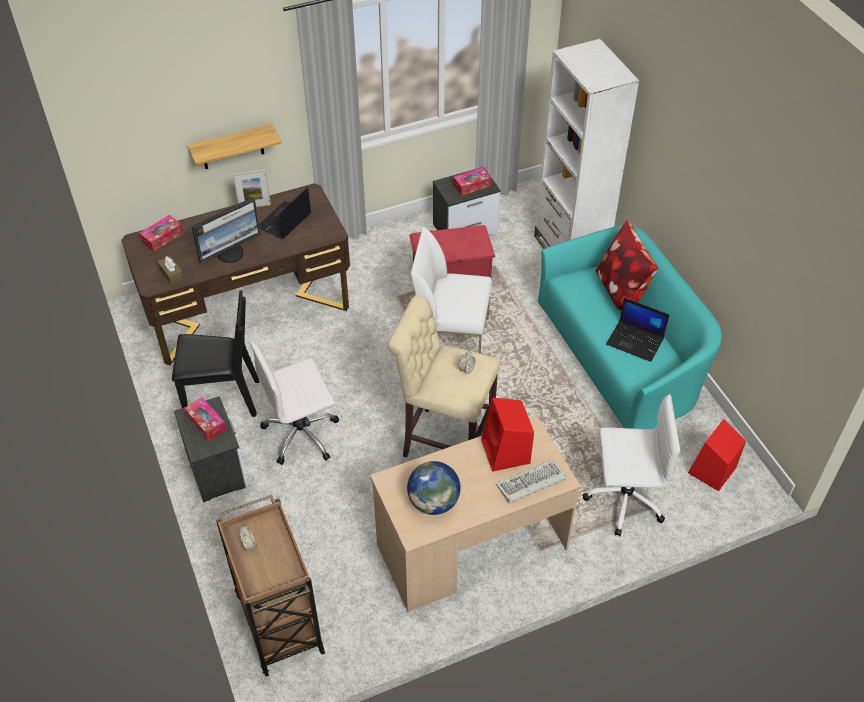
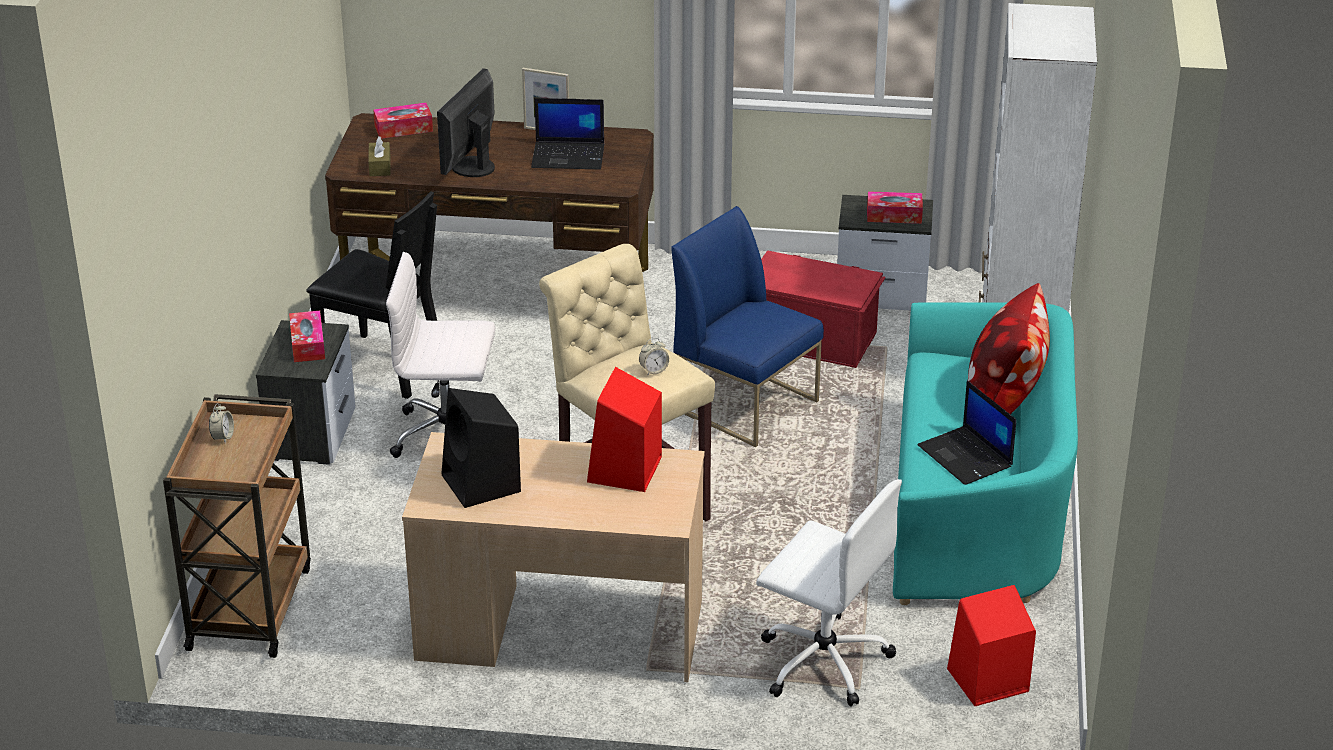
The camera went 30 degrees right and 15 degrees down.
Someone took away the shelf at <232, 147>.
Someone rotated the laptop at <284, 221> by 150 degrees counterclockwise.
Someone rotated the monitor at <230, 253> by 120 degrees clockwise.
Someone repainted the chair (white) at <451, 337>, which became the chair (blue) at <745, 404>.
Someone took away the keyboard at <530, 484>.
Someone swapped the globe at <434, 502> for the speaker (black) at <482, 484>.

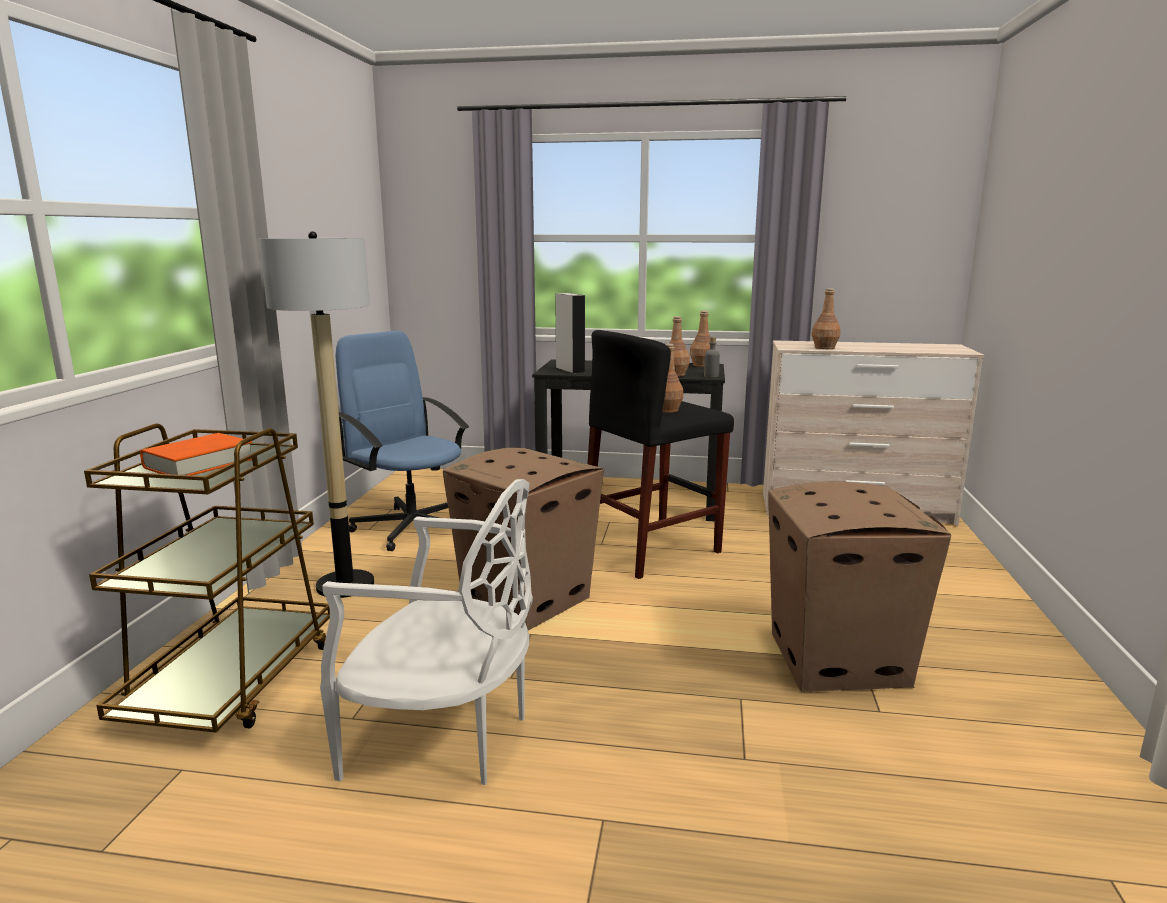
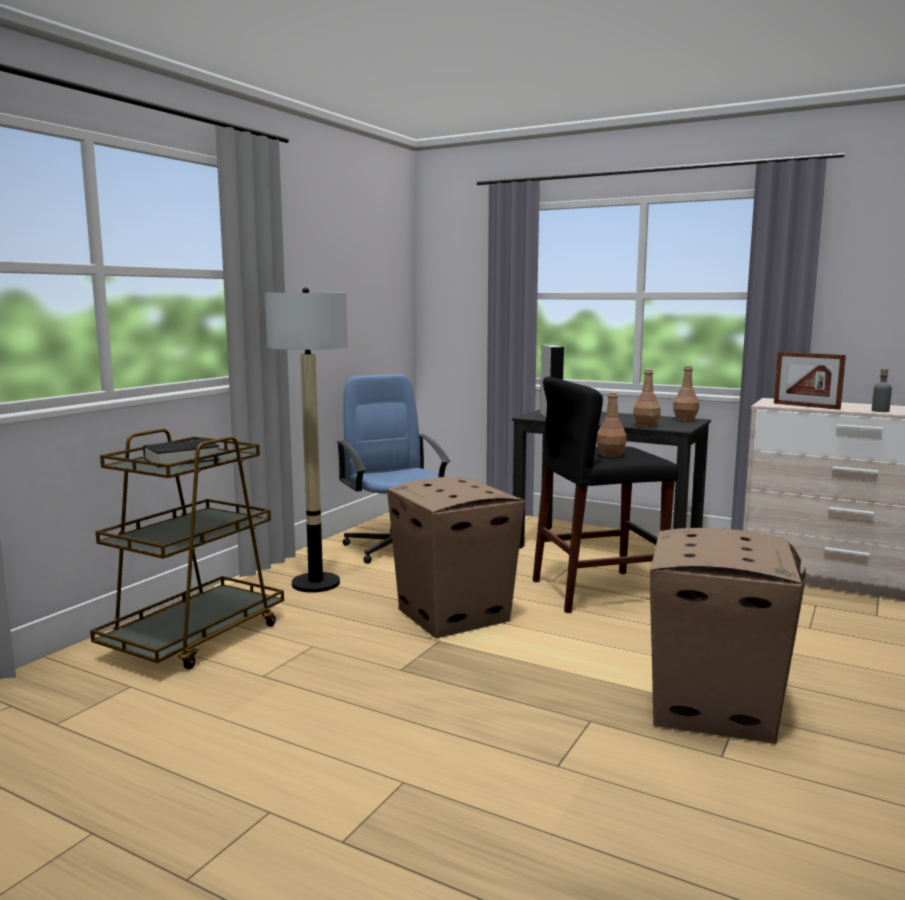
The camera went 20 degrees right and 5 degrees down.
Someone swapped the bottle (brown) at <825, 348> for the picture frame at <806, 406>.
Someone carried the bottle (grey) from <711, 376> to <880, 411>.
Someone repainted the book (orange) at <199, 463>, which became the book (black) at <182, 459>.
Someone took away the chair (white) at <444, 738>.

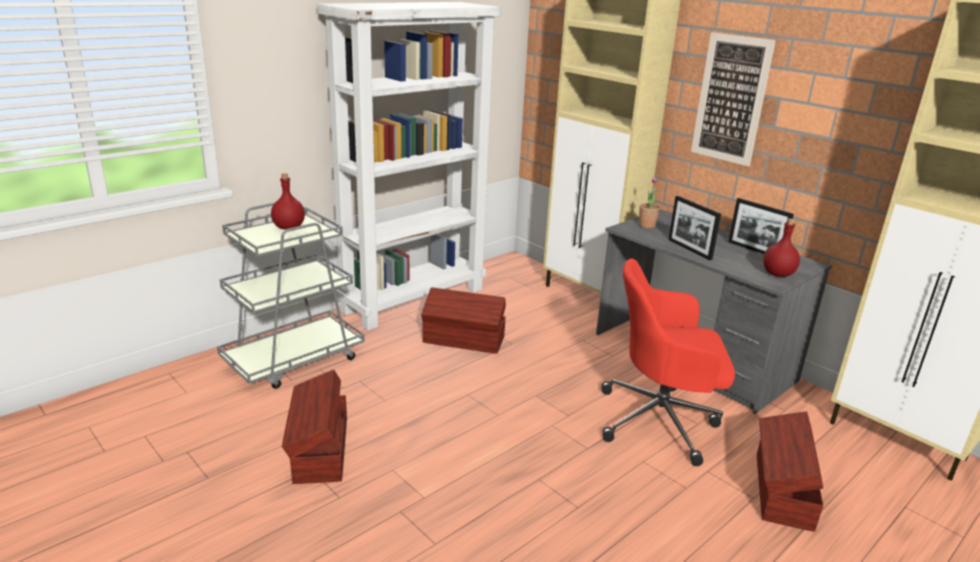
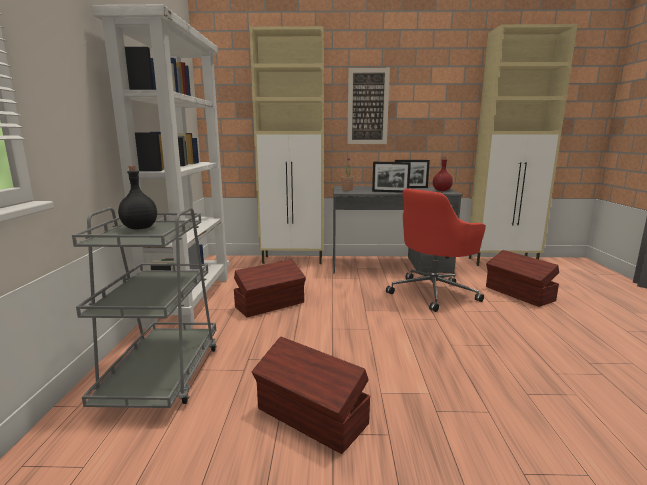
The camera went 45 degrees left and 10 degrees down.
Someone repainted the bottle (red) at <288, 227>, which became the bottle (black) at <139, 228>.

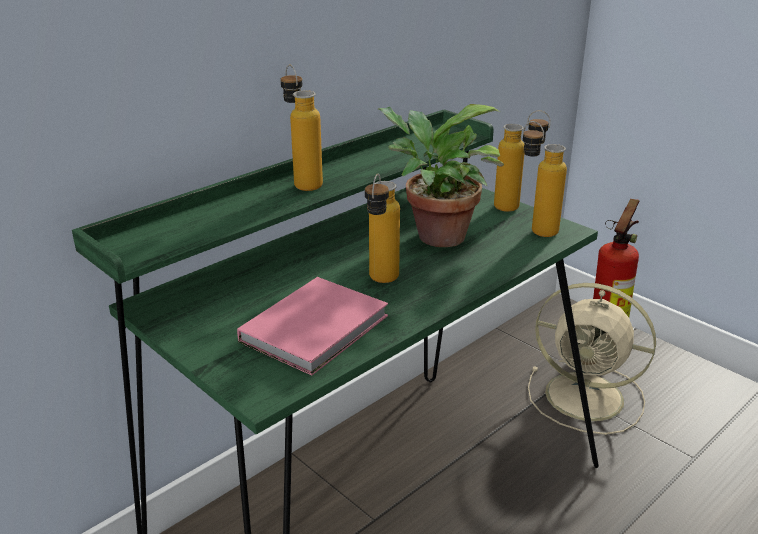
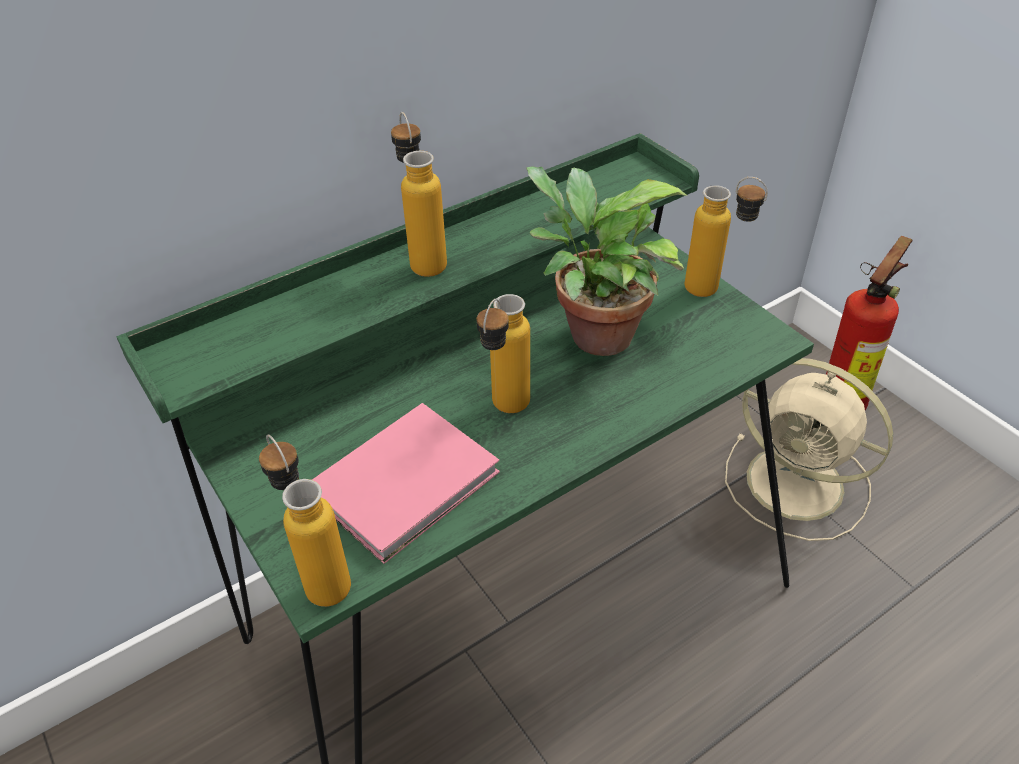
The camera went 10 degrees right and 15 degrees up.
Someone carried the bottle from <535, 228> to <319, 575>.

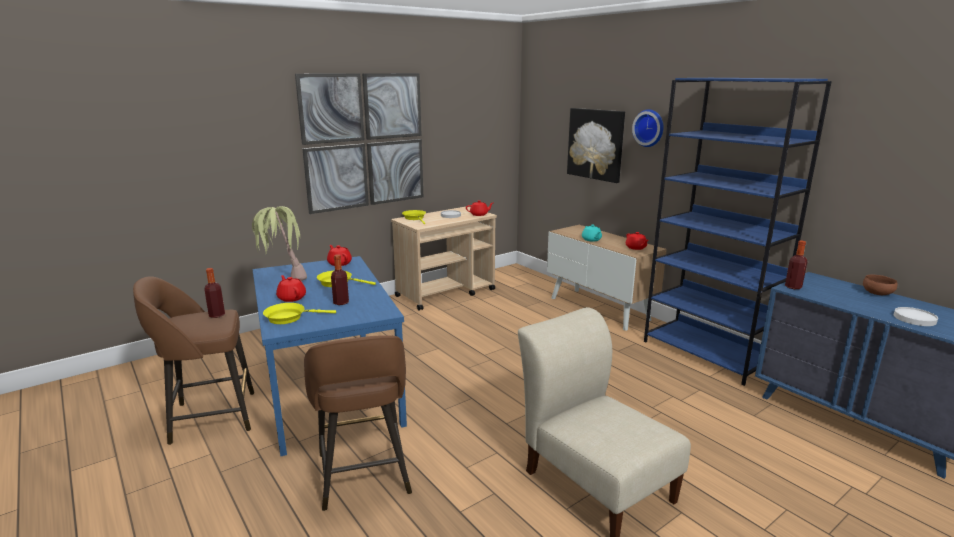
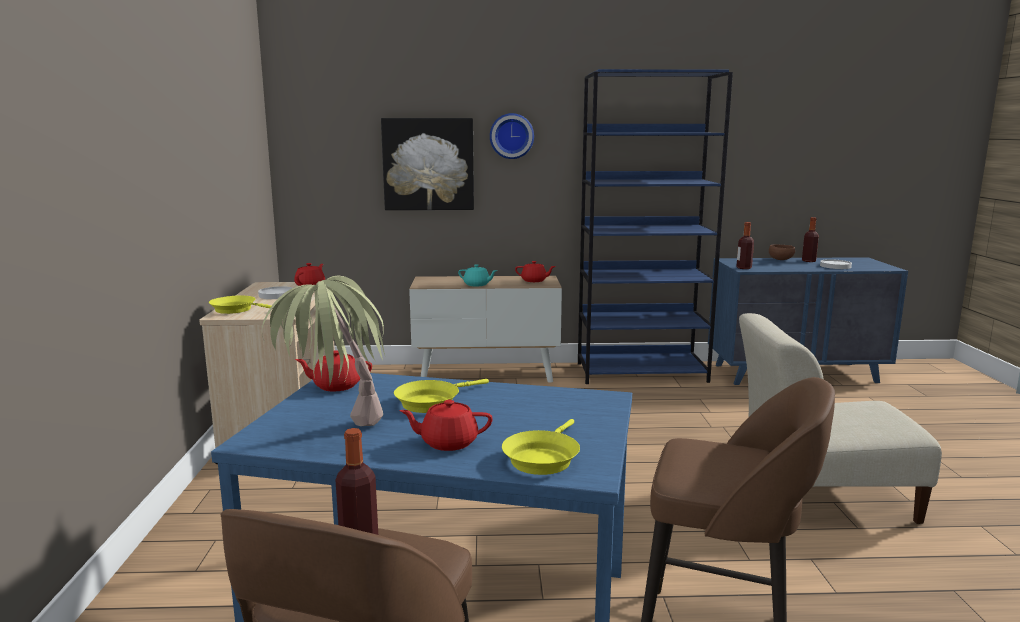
The camera went 55 degrees left and 5 degrees down.
Someone took away the picture at <364, 141>.
Someone carried the bottle from <341, 302> to <808, 261>.

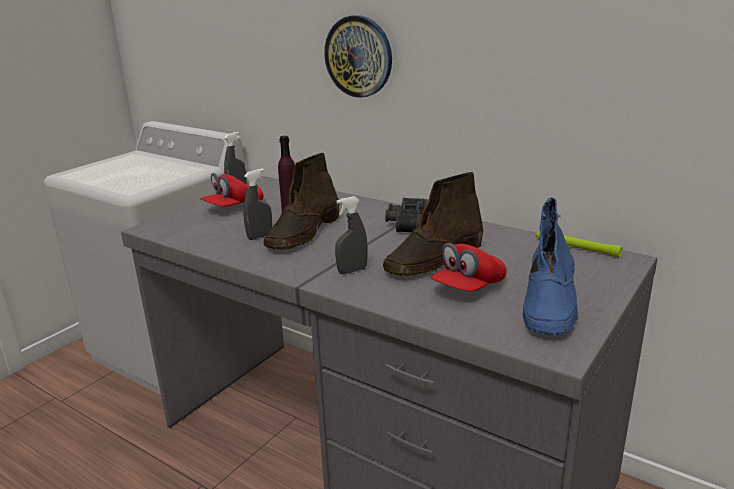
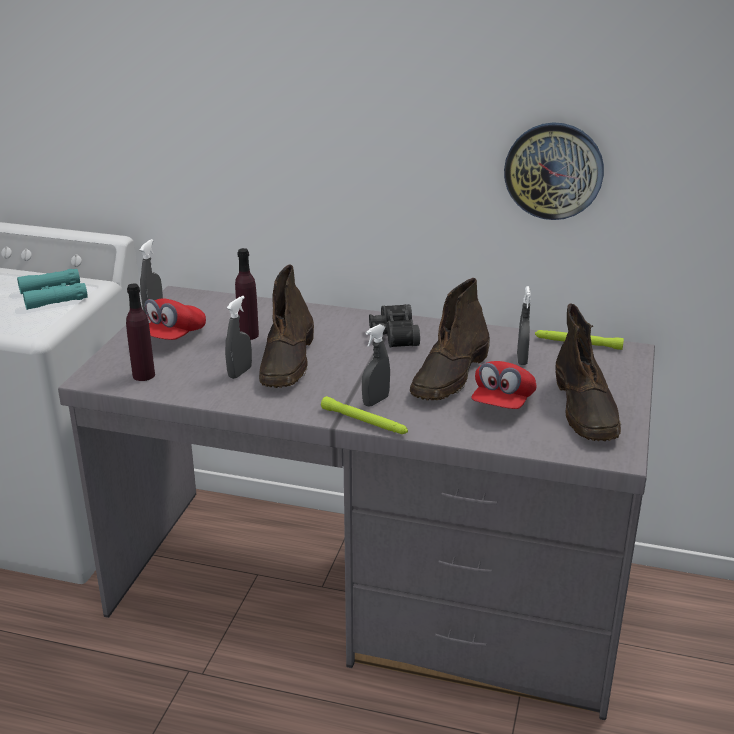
The camera went 20 degrees left and 5 degrees up.
Someone carried the wall clock from <359, 56> to <553, 171>.
Someone repainted the boot (blue) at <550, 304>, which became the boot (brown) at <585, 410>.
Someone put down the binoculars (turquoise) at <53, 296>.
Someone put down the bottle (purple) at <143, 375>.
Someone put down the spray bottle (grey) at <522, 359>.
Someone put down the flashlight (green) at <364, 422>.

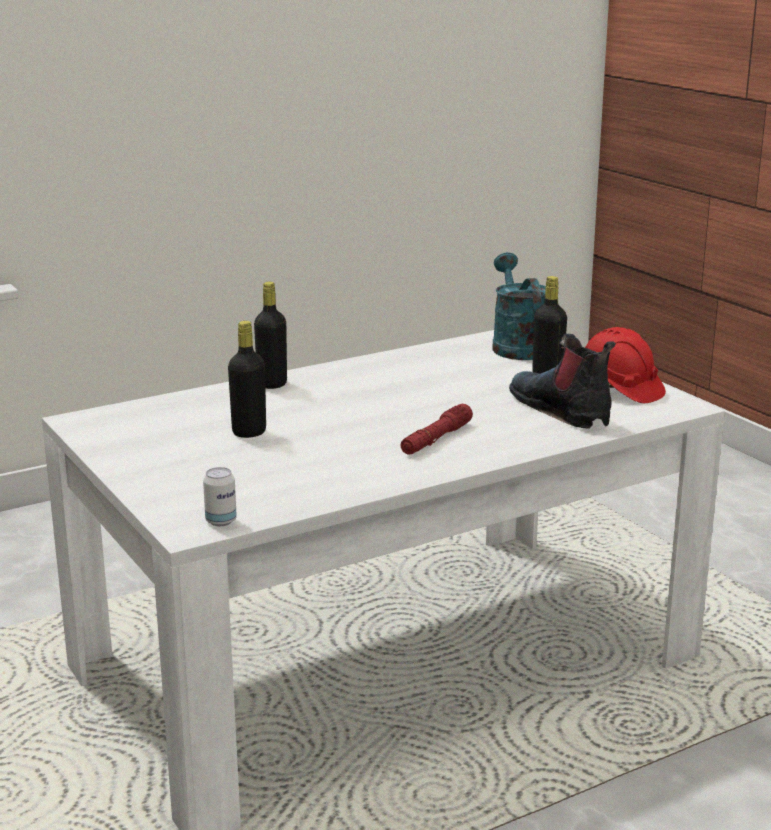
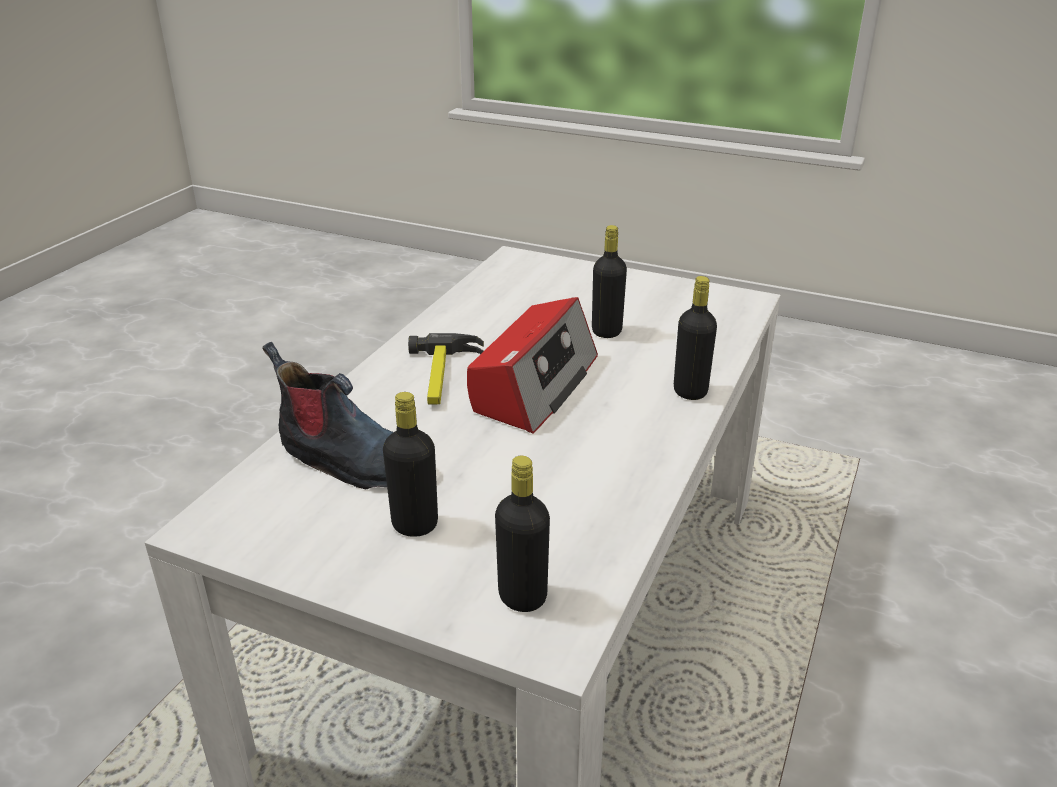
The camera went 145 degrees right and 10 degrees up.
Someone swapped the watering can (turquoise) at <517, 346> for the bottle (black) at <522, 597>.
Someone took away the hard hat (red) at <619, 389>.
Someone swapped the flashlight (red) at <436, 439> for the hammer at <444, 376>.
Someone took away the can at <221, 521>.
Someone put down the radio at <534, 385>.

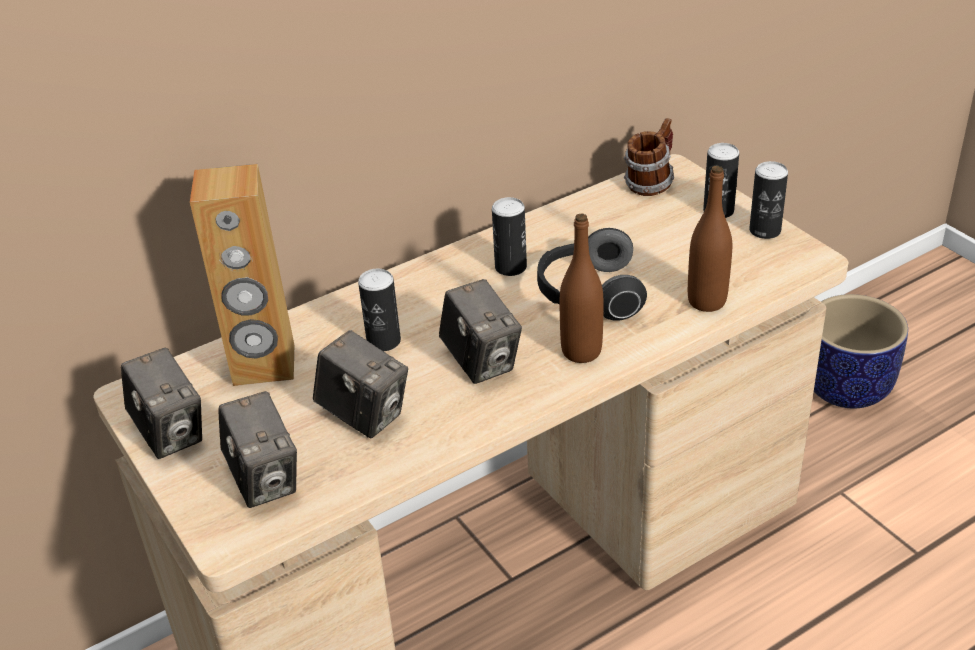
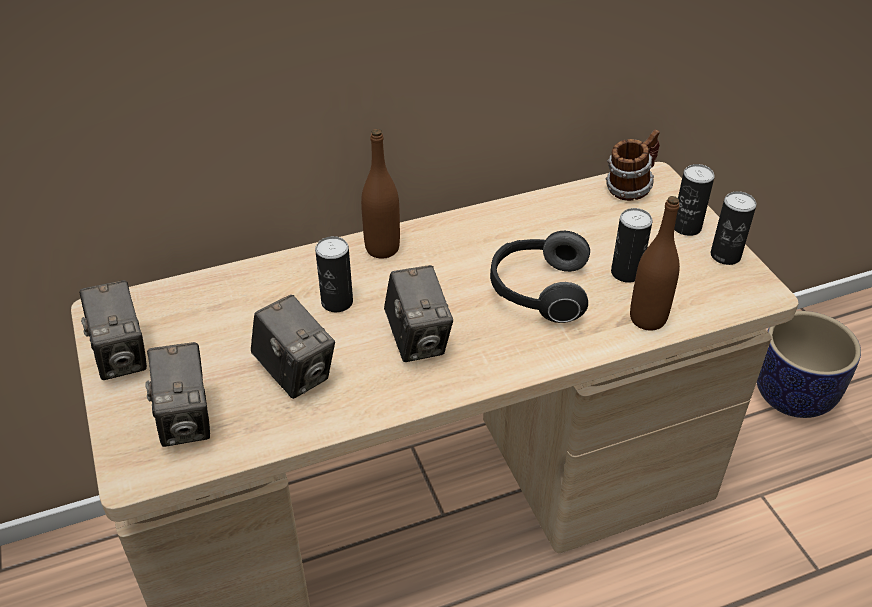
The camera went 10 degrees right and 5 degrees up.
Someone took away the speaker (brown) at <264, 365>.
Someone carried the can from <510, 267> to <626, 273>.
Someone carried the bottle (brown) from <581, 351> to <382, 248>.

